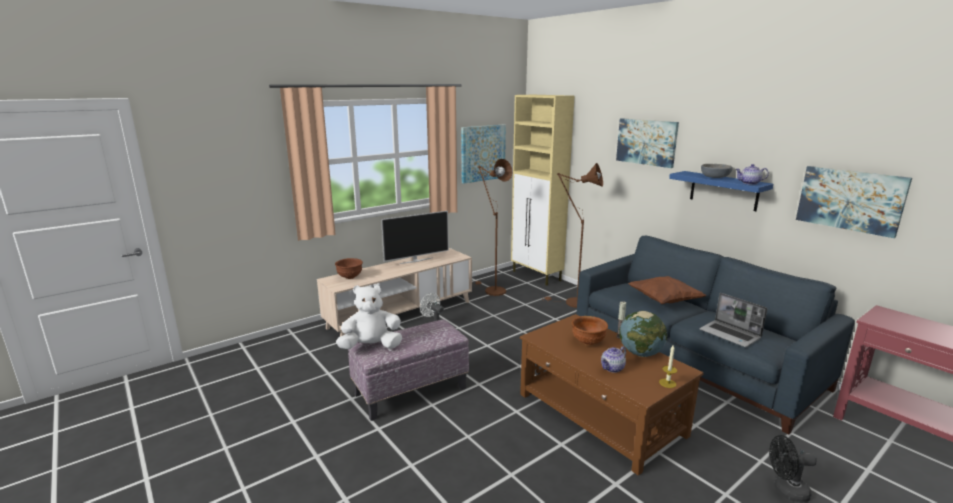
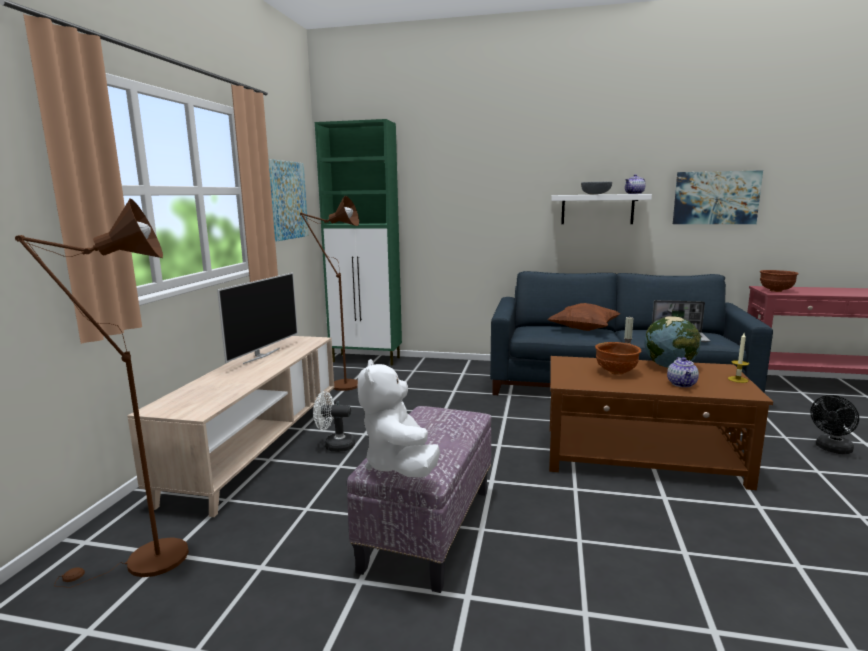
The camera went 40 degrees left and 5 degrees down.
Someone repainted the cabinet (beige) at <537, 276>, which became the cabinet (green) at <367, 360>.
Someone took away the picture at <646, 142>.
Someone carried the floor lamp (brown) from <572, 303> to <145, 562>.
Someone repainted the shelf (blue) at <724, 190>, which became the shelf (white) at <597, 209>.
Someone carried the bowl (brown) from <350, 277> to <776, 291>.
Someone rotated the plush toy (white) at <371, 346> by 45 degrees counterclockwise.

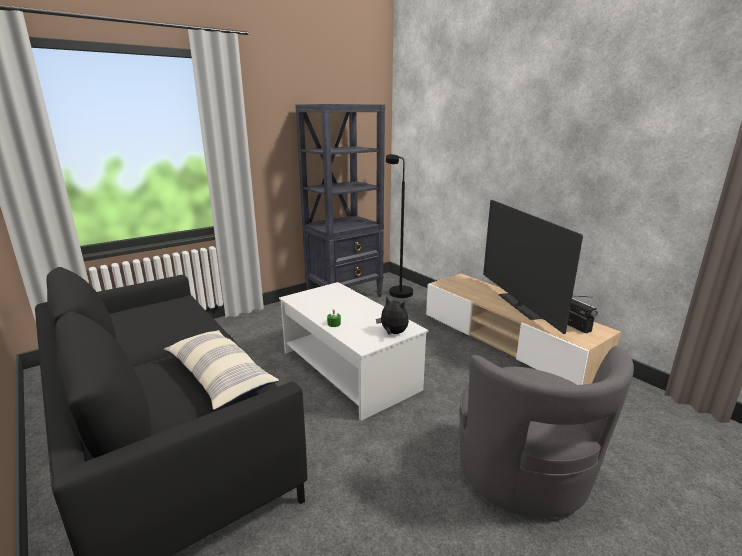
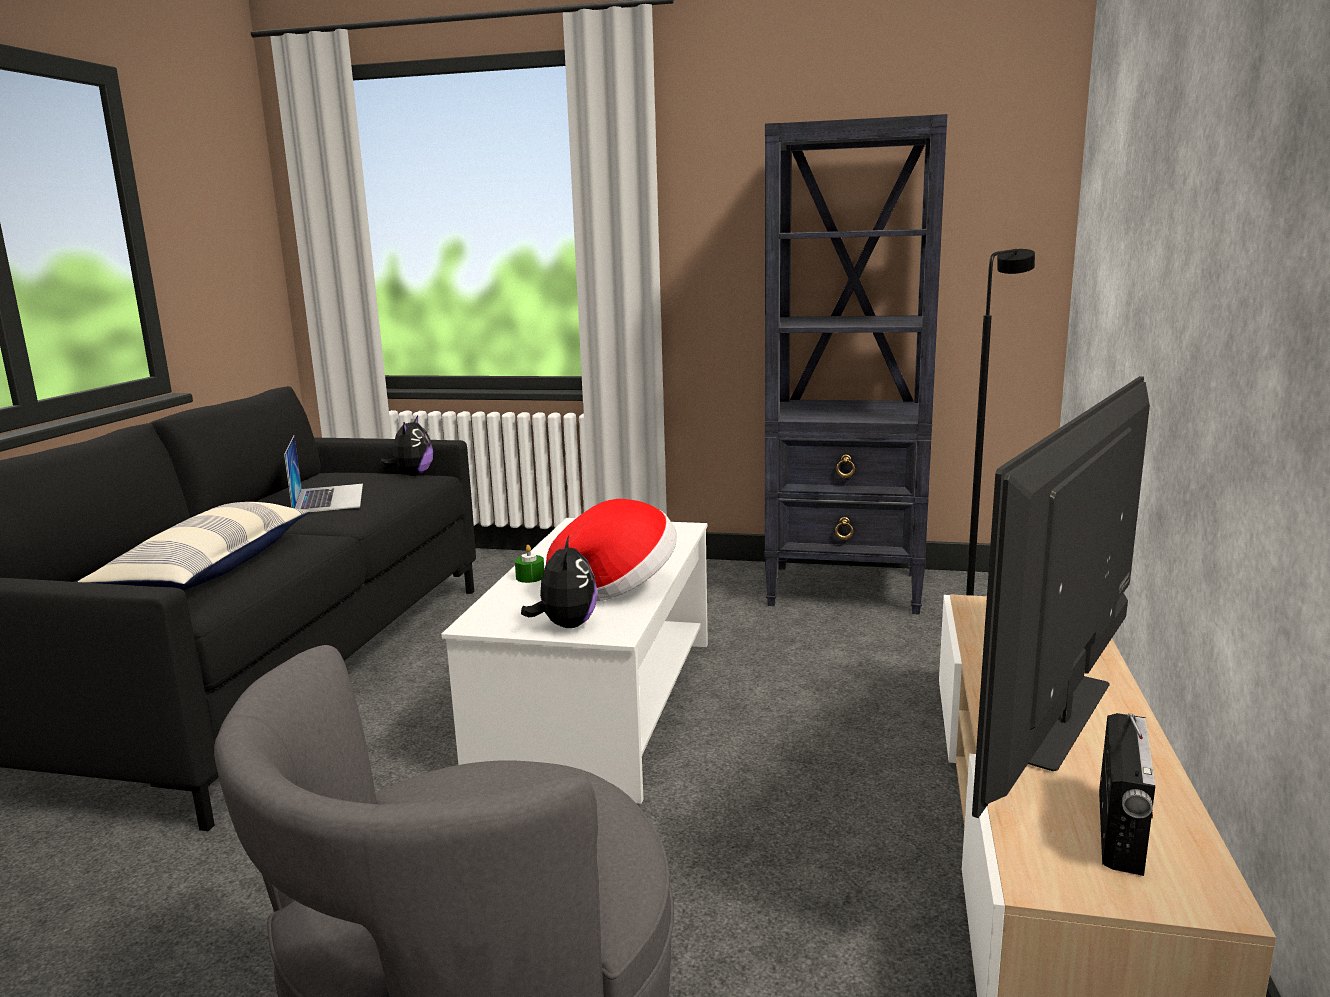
The camera went 50 degrees right and 5 degrees down.
Someone put down the plush toy at <412, 475>.
Someone put down the laptop at <329, 498>.
Someone put down the hat at <616, 587>.

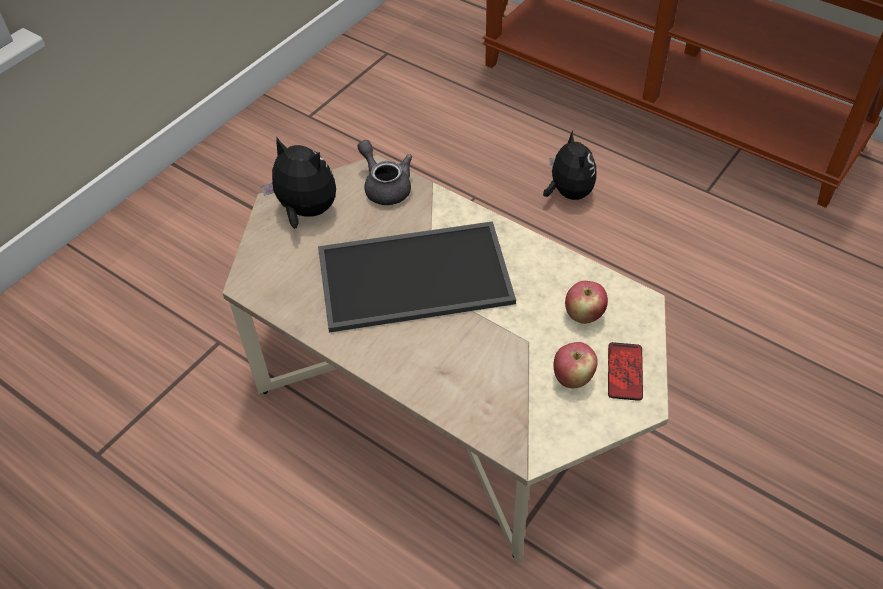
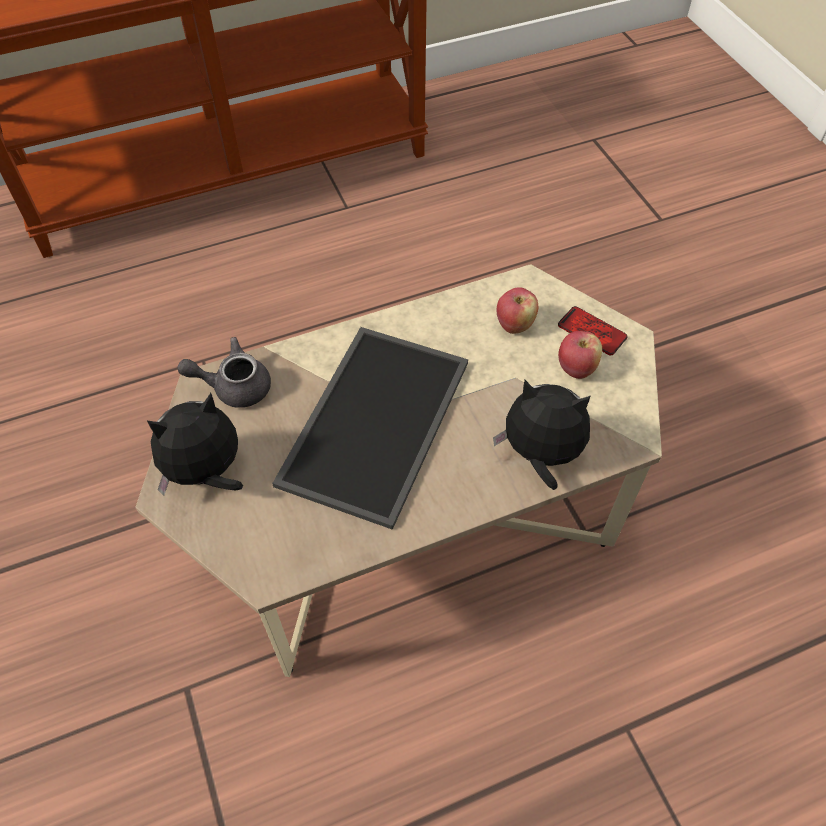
The camera went 60 degrees left and 5 degrees up.
Someone carried the plush toy from <568, 193> to <540, 455>.

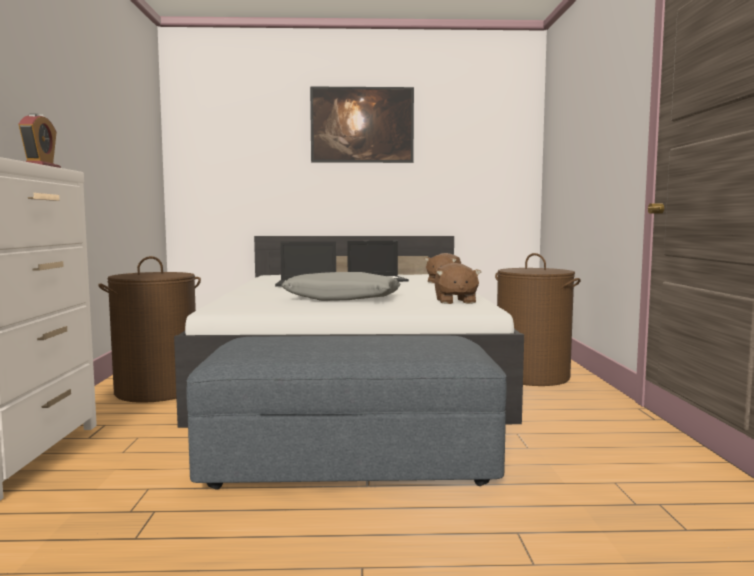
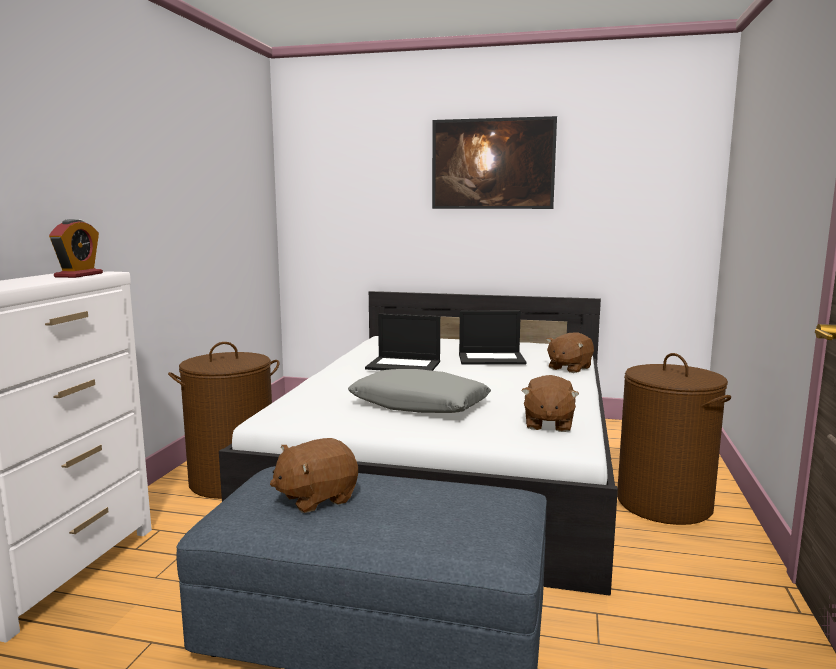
The camera went 15 degrees right and 5 degrees up.
Someone put down the plush toy (brown) at <316, 498>.

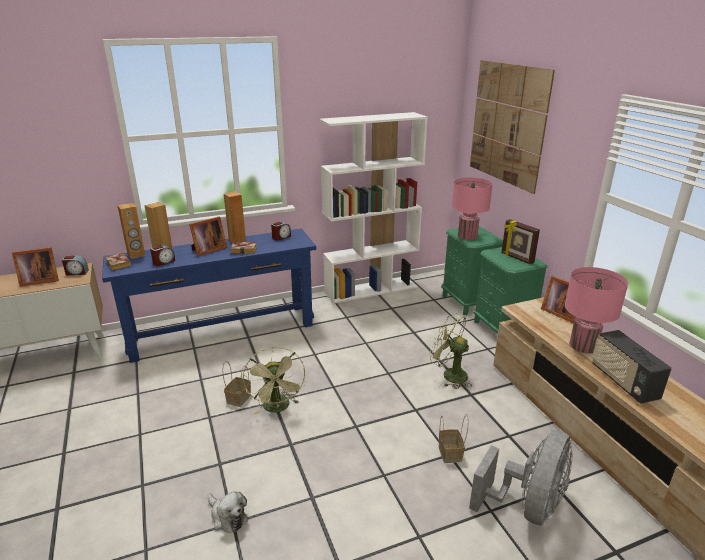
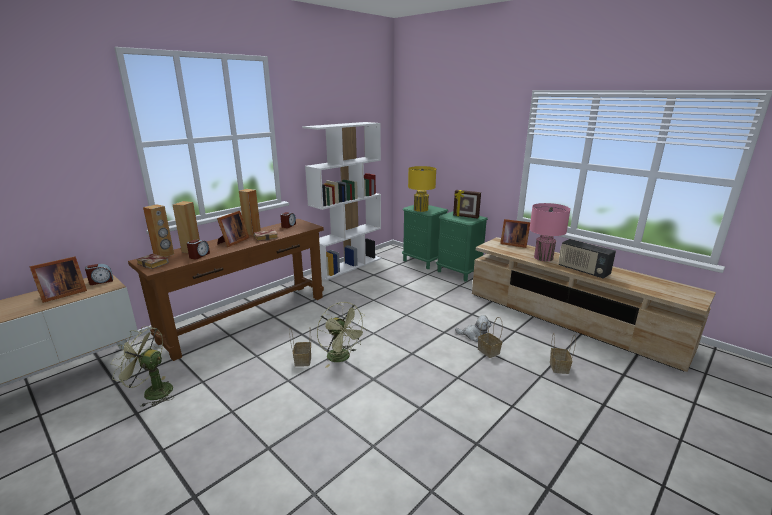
The camera went 25 degrees left and 5 degrees down.
Someone took away the picture at <507, 124>.
Someone repainted the table lamp (pink) at <467, 236>, which became the table lamp (yellow) at <420, 209>.
Someone repainted the console table (blue) at <222, 332>, which became the console table (brown) at <247, 318>.
Someone carried the fan (green) from <449, 375> to <152, 392>.
Someone swapped the fan (grey) at <526, 506> for the basket at <558, 366>.
Someone carried the plush toy from <227, 517> to <474, 335>.

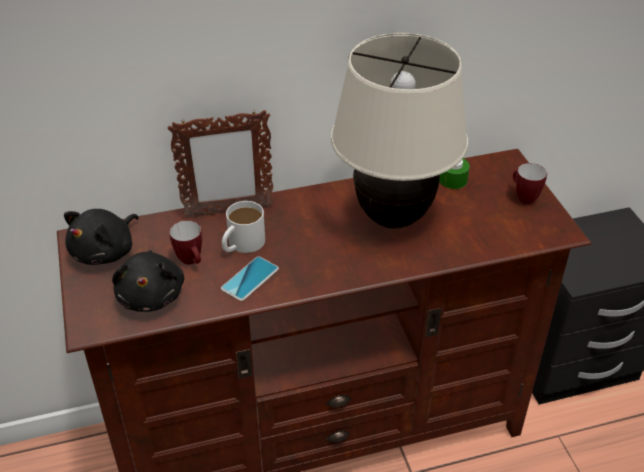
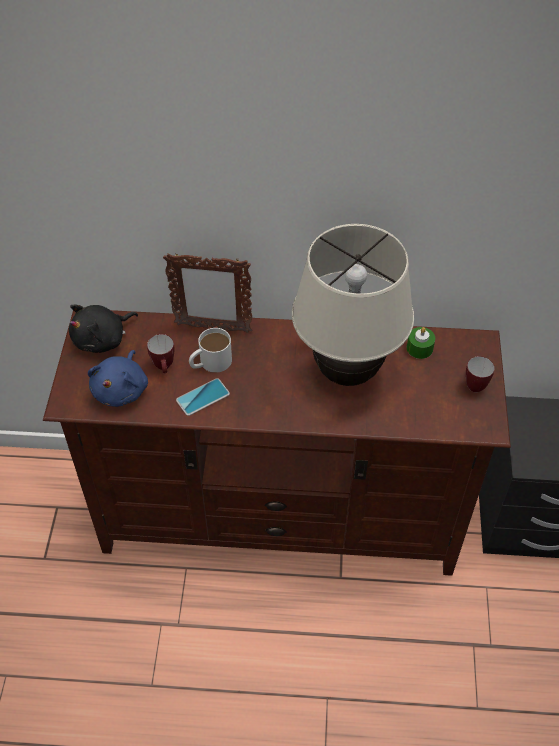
The camera went 20 degrees right and 10 degrees up.
Someone repainted the plush toy (black) at <151, 295>, which became the plush toy (blue) at <122, 389>.

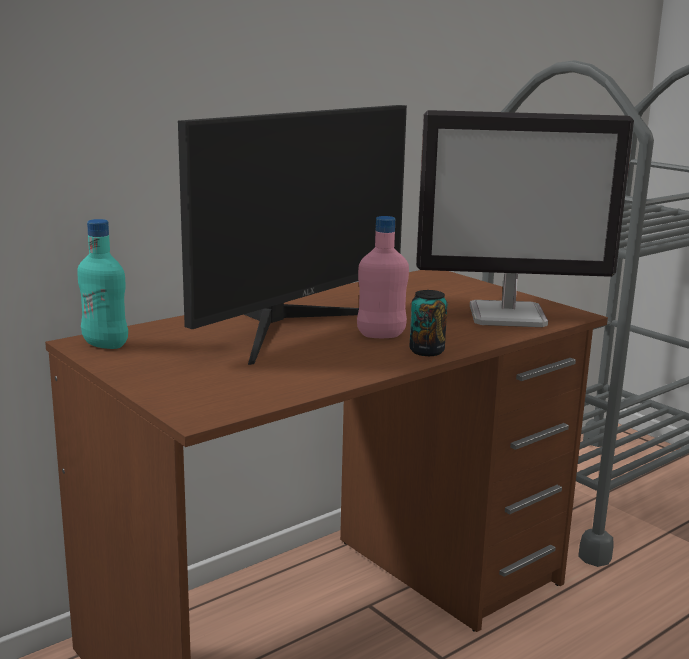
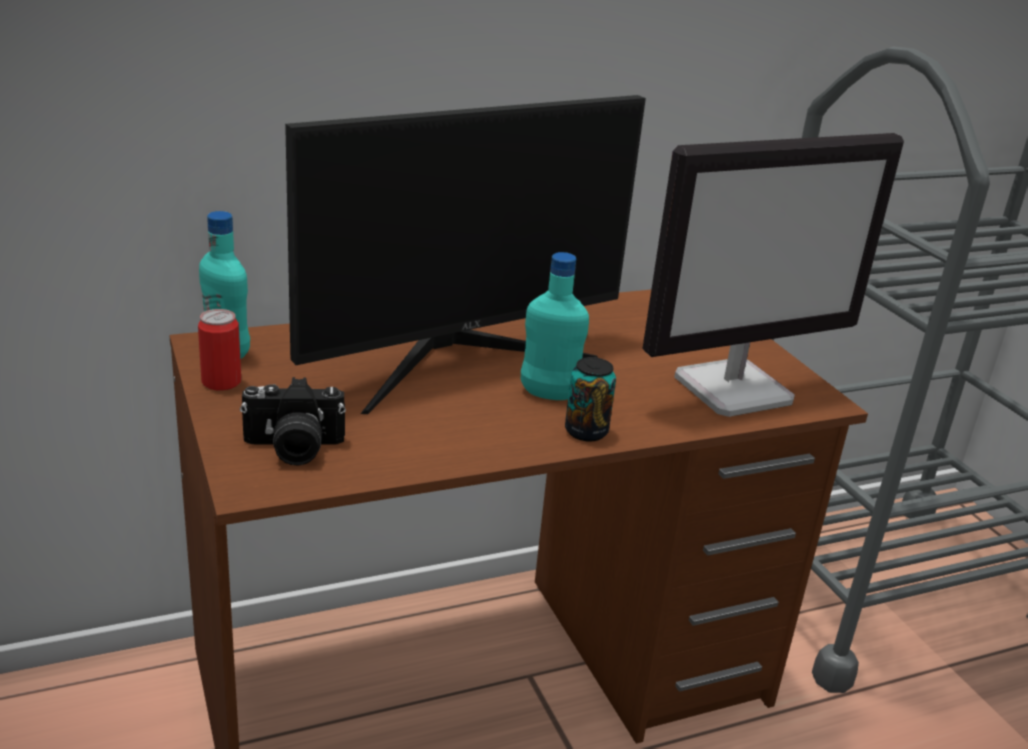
The camera went 15 degrees right and 10 degrees up.
Someone rotated the monitor at <509, 316> by 45 degrees counterclockwise.
Someone repainted the bottle (pink) at <381, 335>, which became the bottle (turquoise) at <549, 394>.
Someone put down the can at <221, 382>.
Someone put down the photo camera at <293, 448>.

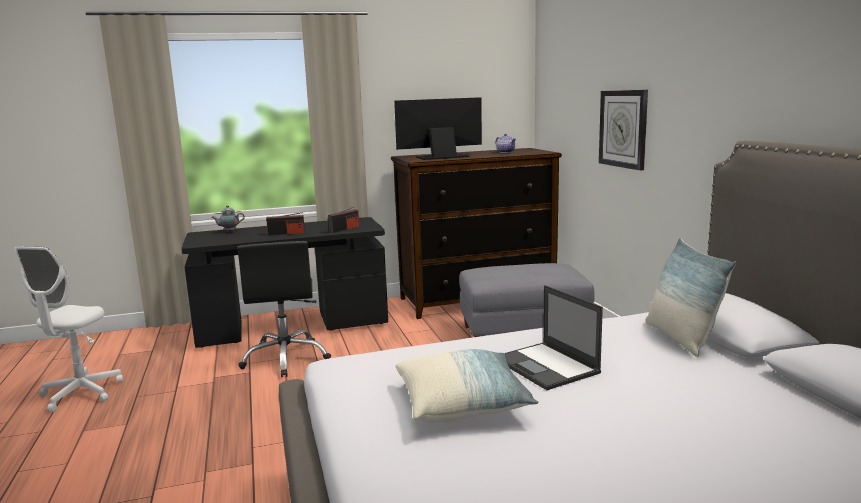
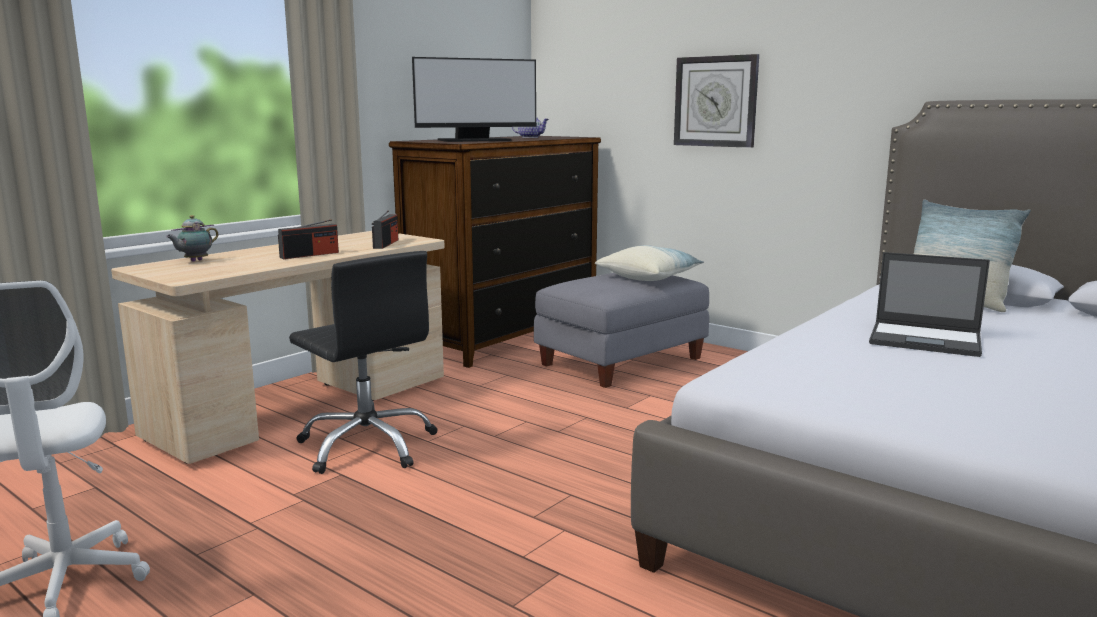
The camera went 35 degrees left and 0 degrees up.
Someone rotated the monitor at <442, 157> by 150 degrees counterclockwise.
Someone repainted the desk (black) at <293, 327>, which became the desk (beige) at <305, 408>.
Someone carried the pillow from <463, 404> to <649, 277>.

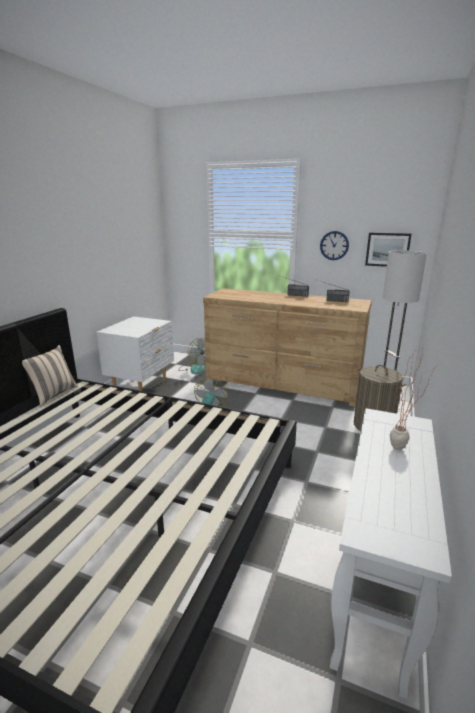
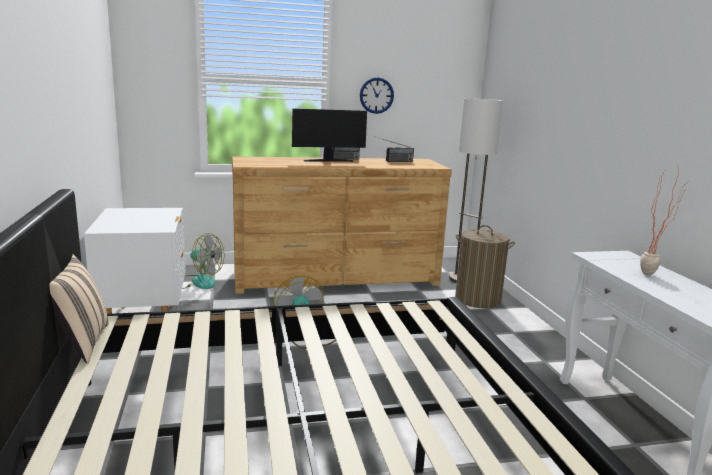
The camera went 35 degrees left and 5 degrees down.
Someone took away the picture at <387, 249>.
Someone put down the monitor at <328, 160>.

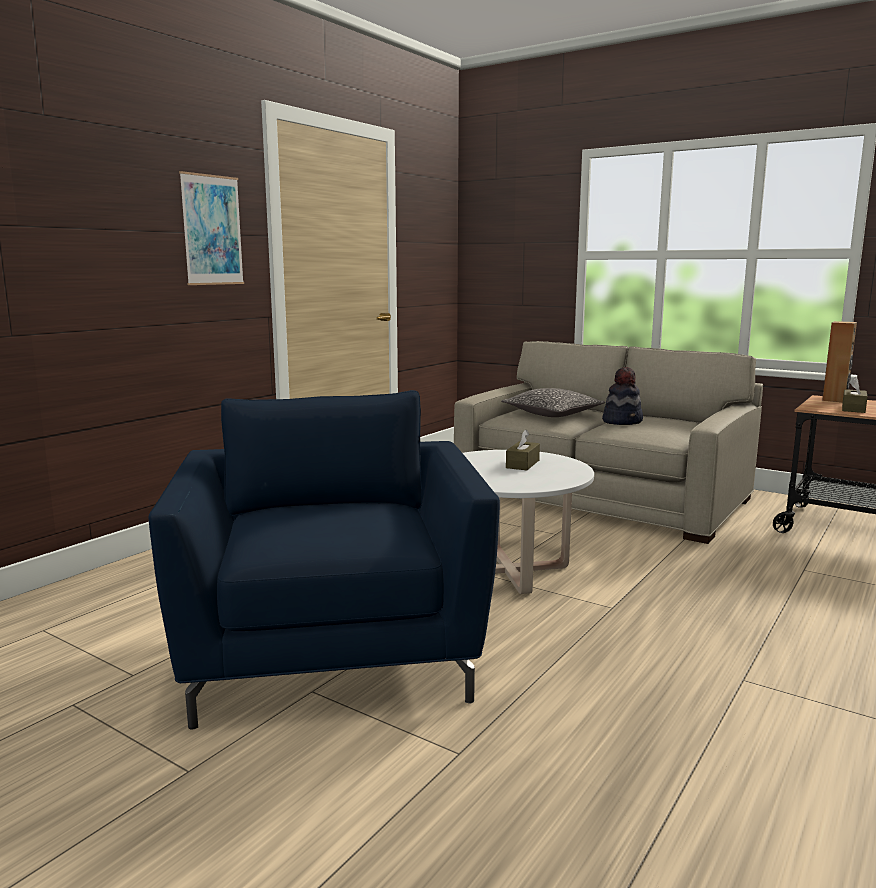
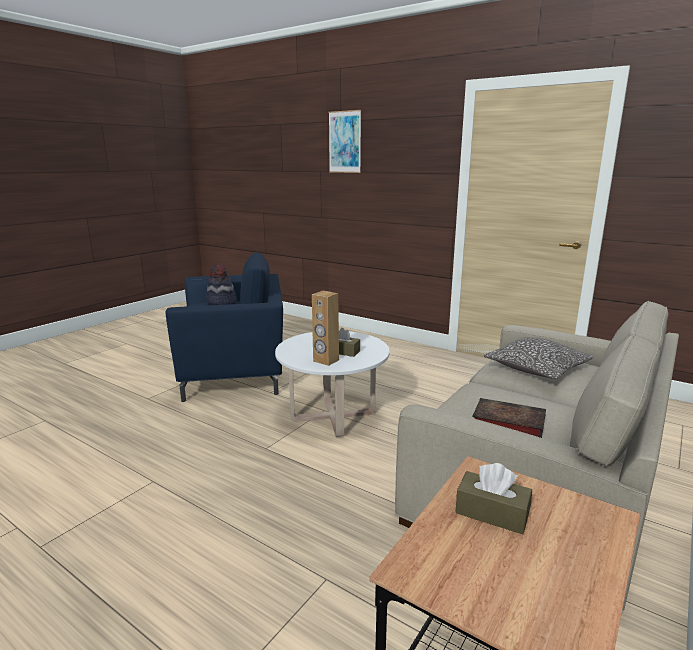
The camera went 90 degrees right and 5 degrees up.
Someone carried the picture from <212, 230> to <345, 142>.
Someone carried the speaker (brown) from <835, 400> to <325, 361>.
Someone carried the hat from <622, 421> to <221, 303>.
Someone put down the book at <506, 421>.

